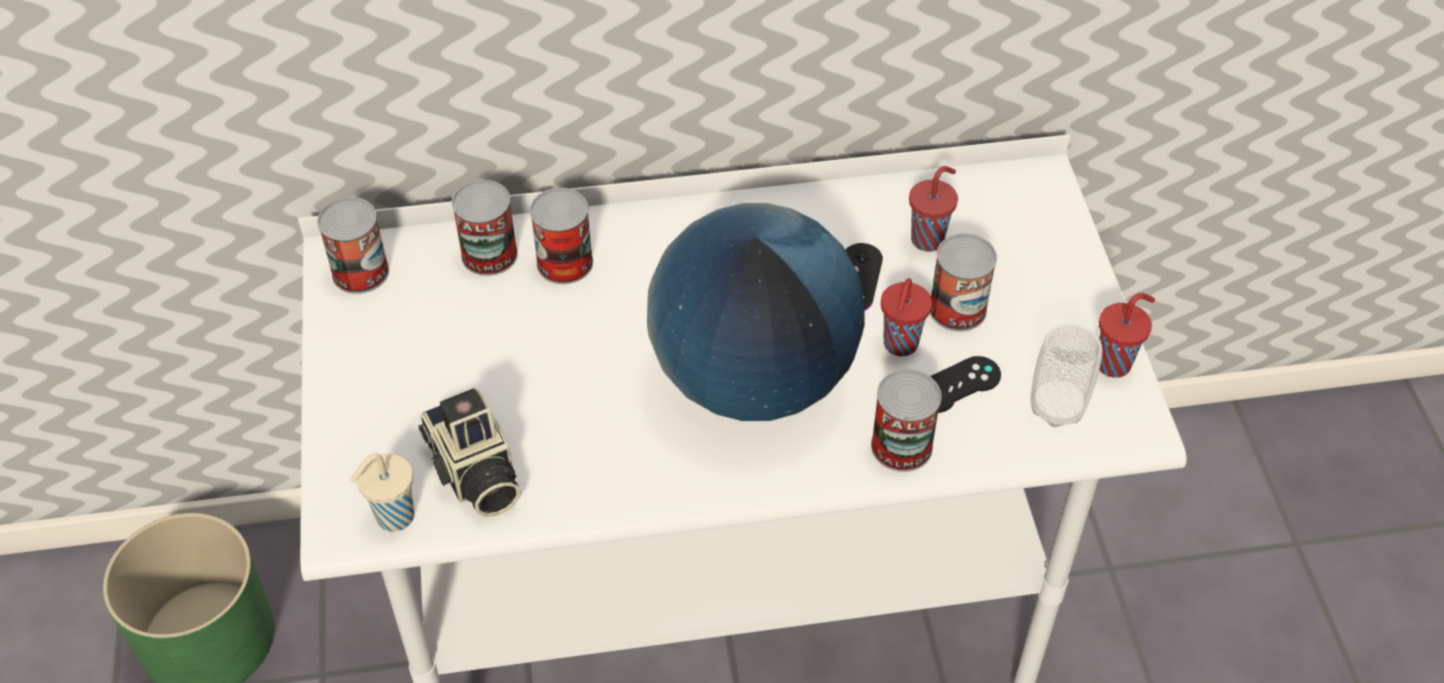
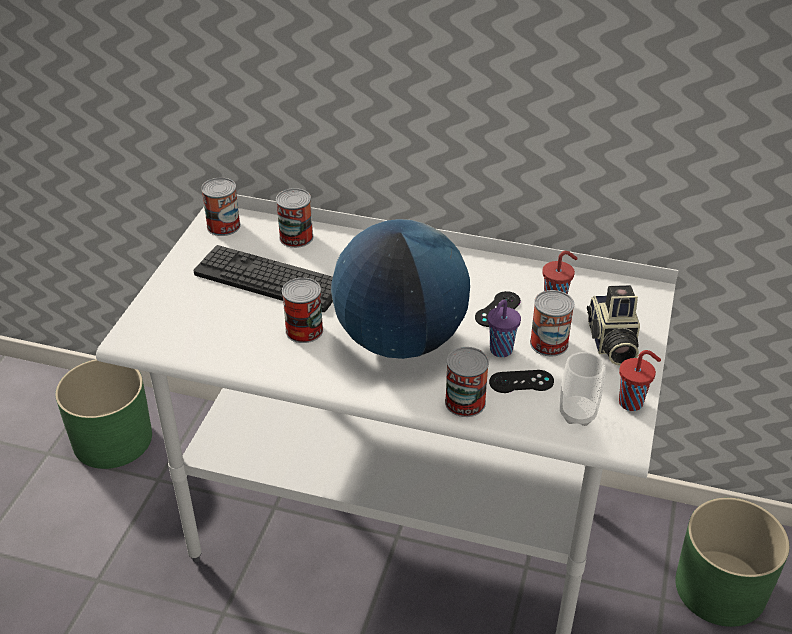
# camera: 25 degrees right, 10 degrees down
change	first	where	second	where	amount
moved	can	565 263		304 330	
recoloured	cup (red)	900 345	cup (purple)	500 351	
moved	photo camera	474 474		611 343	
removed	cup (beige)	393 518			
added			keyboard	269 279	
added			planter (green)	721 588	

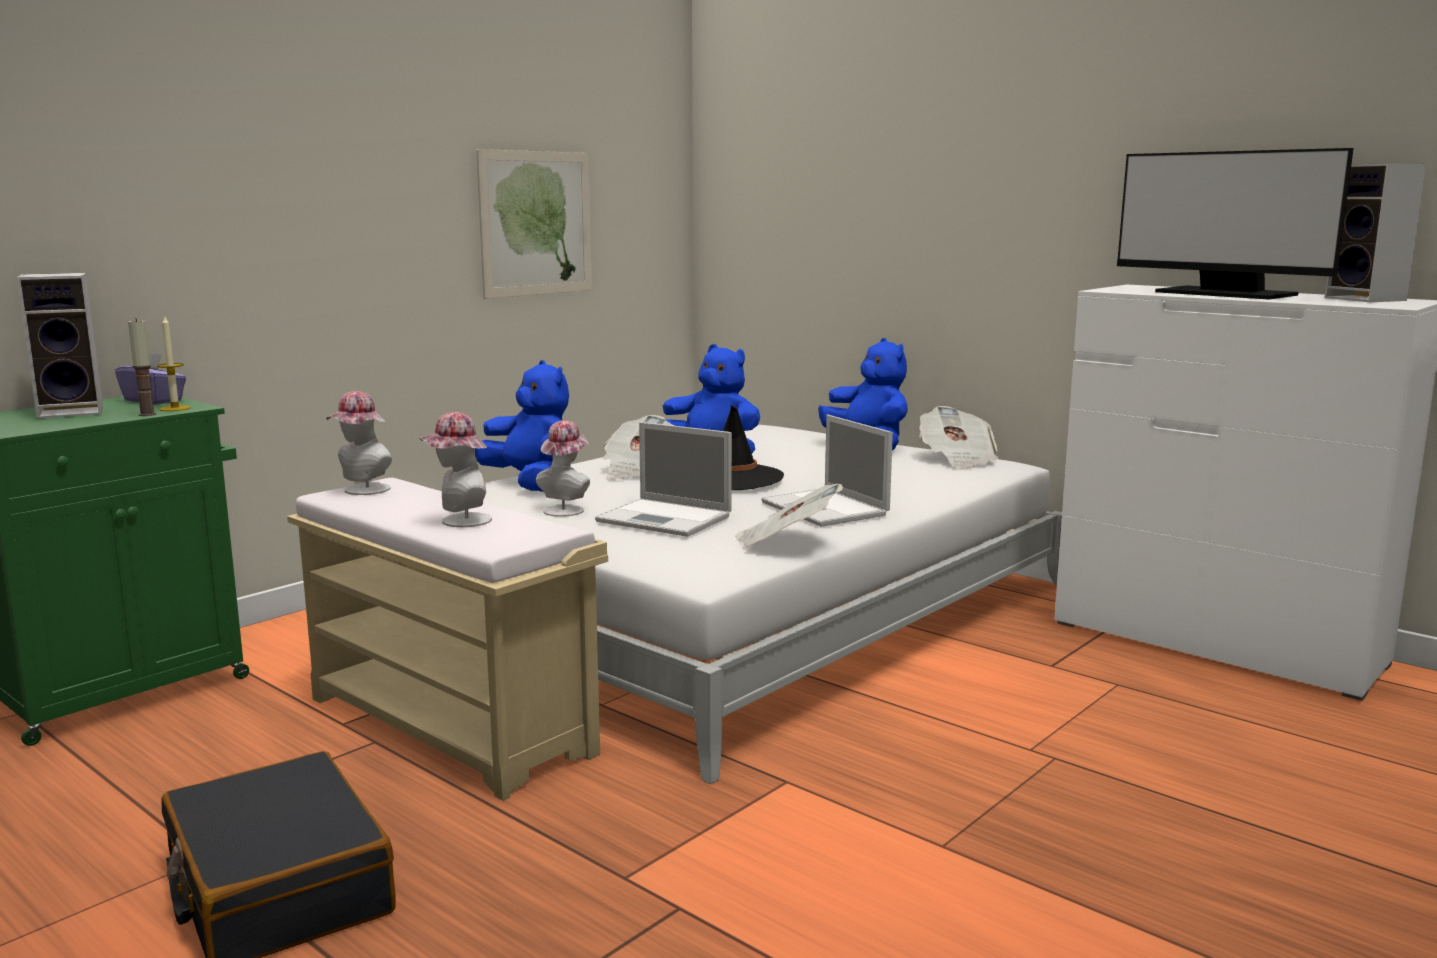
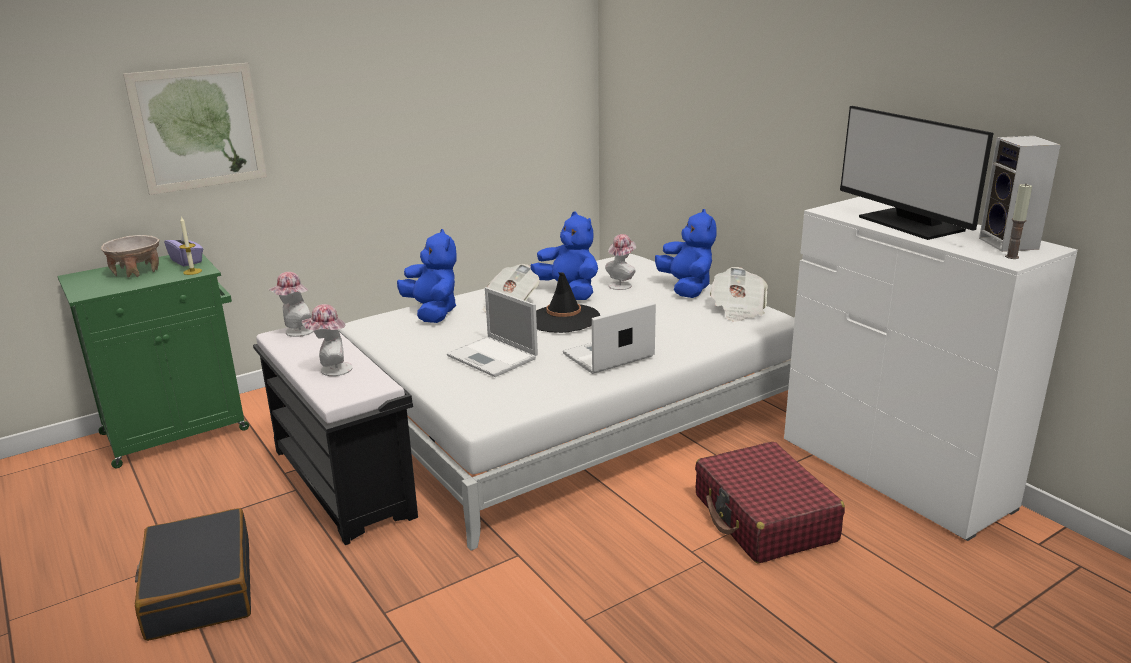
# camera: 15 degrees right, 10 degrees up
change	first	where	second	where	amount
moved	picture	536 223		198 128	
replaced	speaker	74 411	bowl (beige)	136 271	
moved	candle	147 414		1011 257	
turned	laptop	826 509		607 356	75 degrees clockwise
moved	hat	566 509		621 284	
recoloured	bench (beige)	452 725	bench (black)	344 483	
removed	newspaper	785 543			
added			suitcase (red)	764 518	

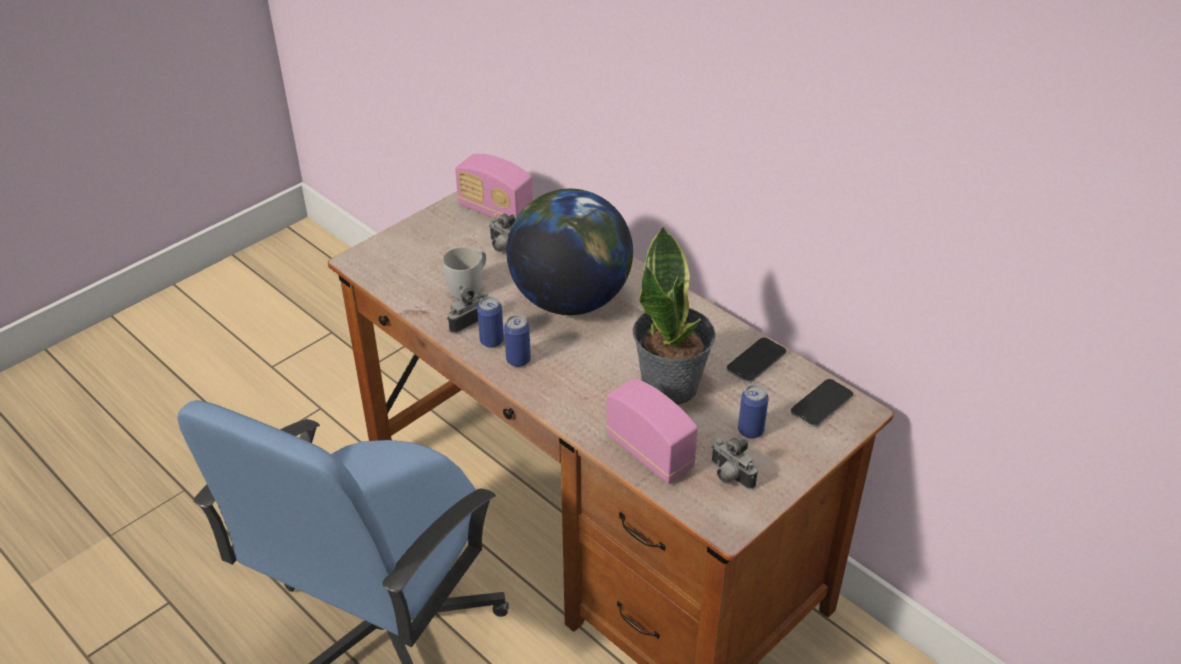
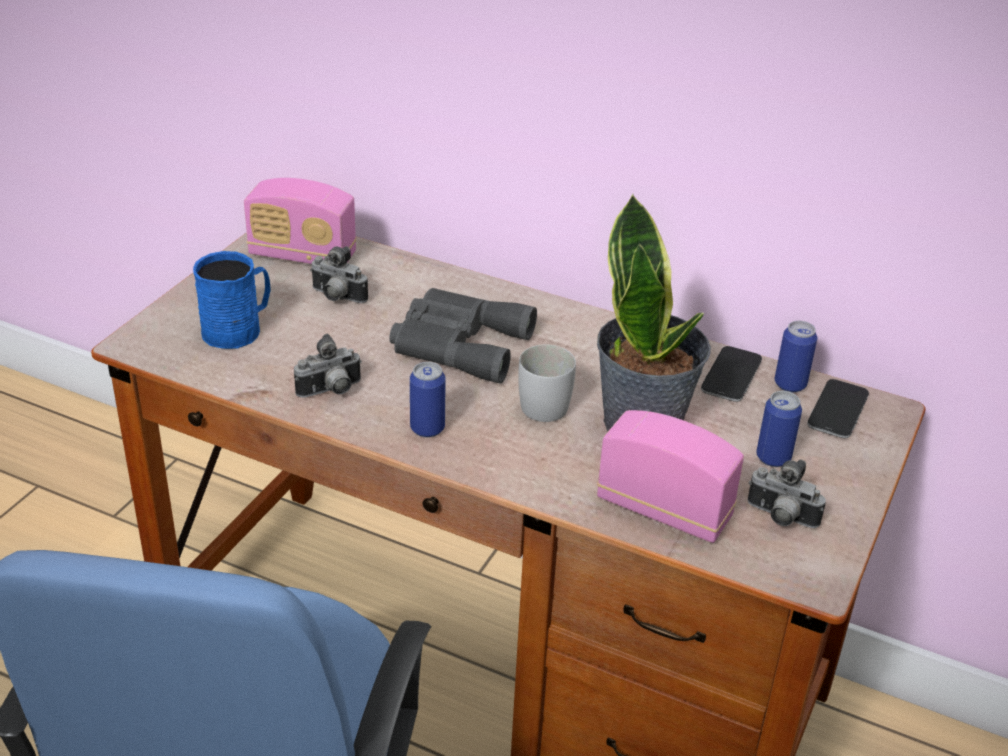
# camera: 20 degrees left, 5 degrees down
change	first	where	second	where	amount
replaced	globe	570 299	binoculars (grey)	457 343	
moved	mug (white)	469 286		547 402	
turned	photo camera	467 320		331 391	150 degrees counterclockwise
moved	can	492 341		790 384	
added			mug (blue)	238 329	

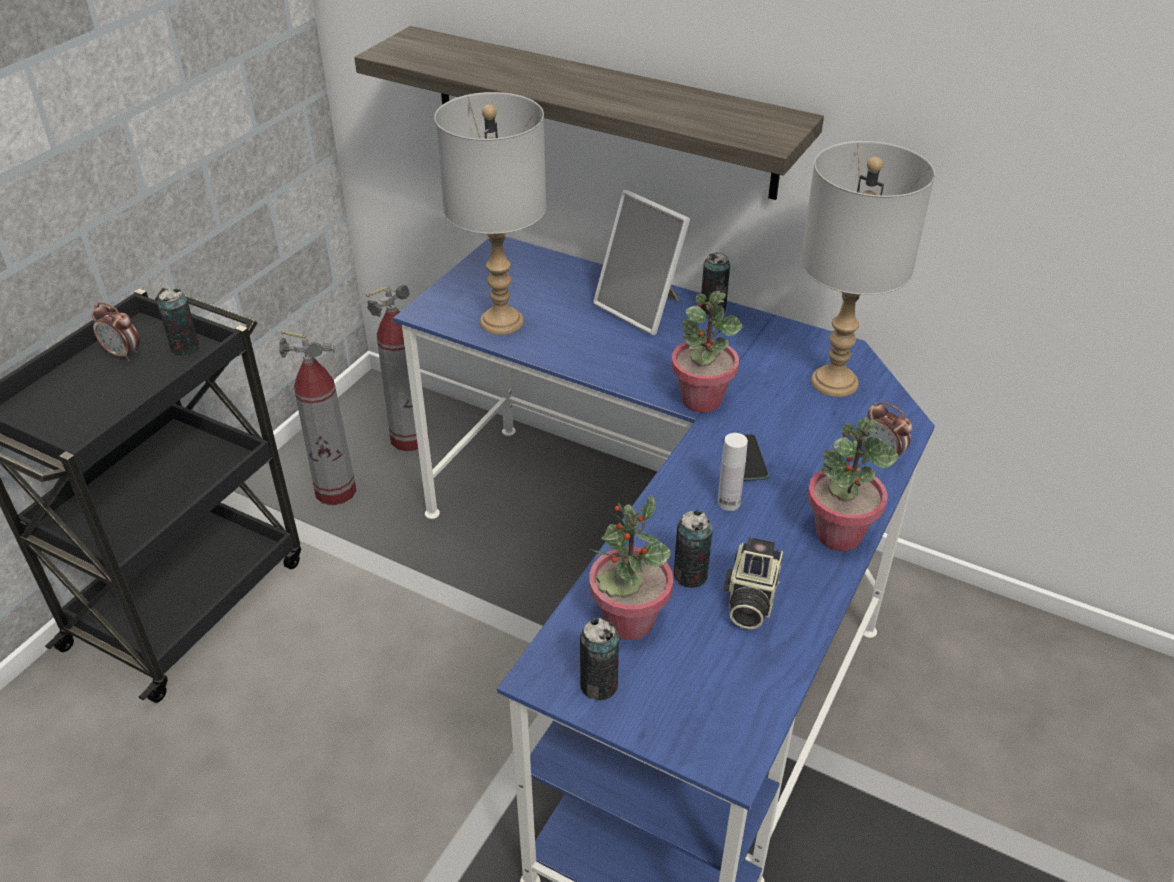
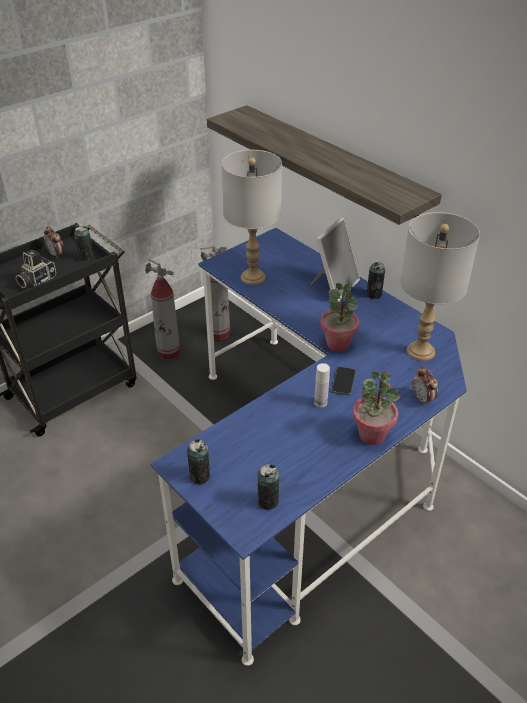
# camera: 20 degrees right, 0 degrees up
change	first	where	second	where	amount
turned	picture frame	642 309		333 286	120 degrees counterclockwise
removed	potted plant	628 621			
moved	can	690 575		268 501	
moved	photo camera	749 600		36 280	

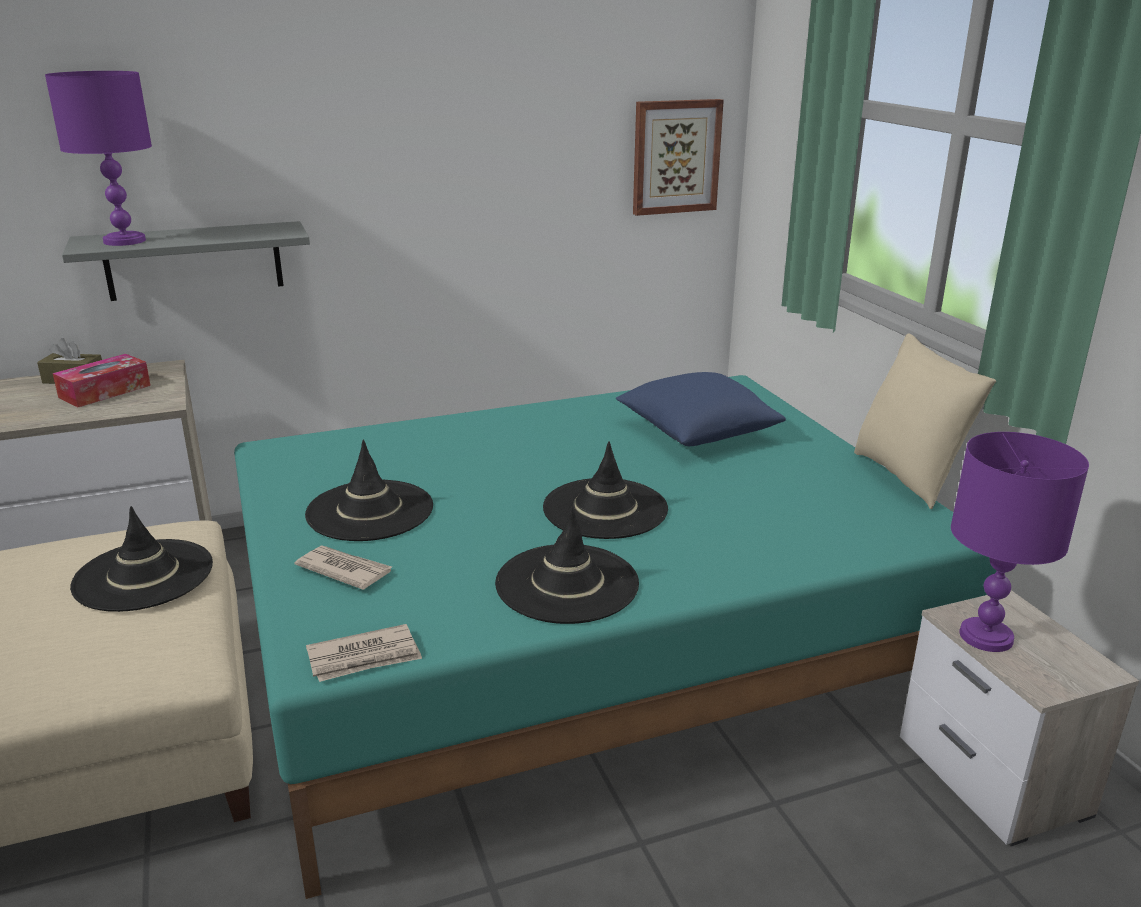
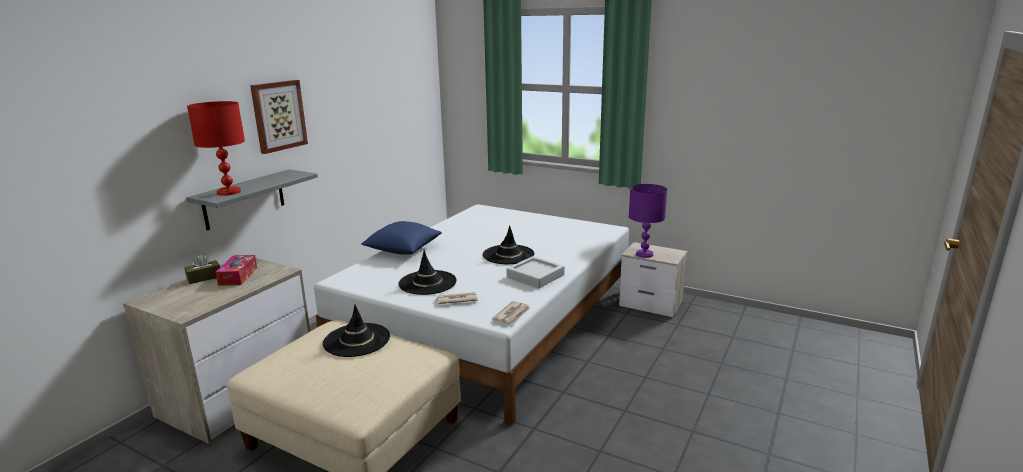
# camera: 40 degrees left, 5 degrees down
change	first	where	second	where	amount
recoloured	table lamp (purple)	125 241	table lamp (red)	229 192	
moved	picture	675 156		278 116	
removed	pillow (beige)	908 477			
moved	pillow (blue)	696 433		403 250	
recoloured	bed (turquoise)	581 640	bed (white)	490 322	
replaced	hat (black)	567 584	tray (grey)	535 276	

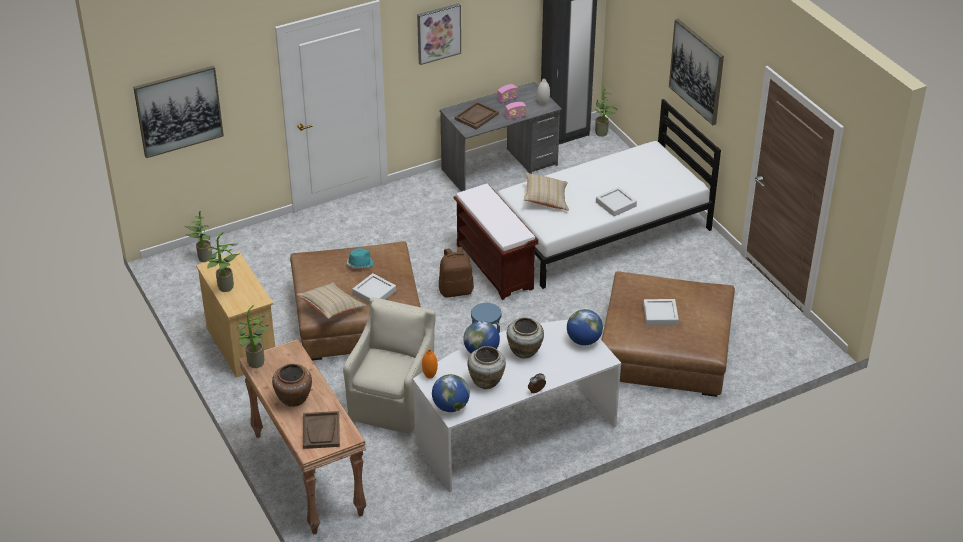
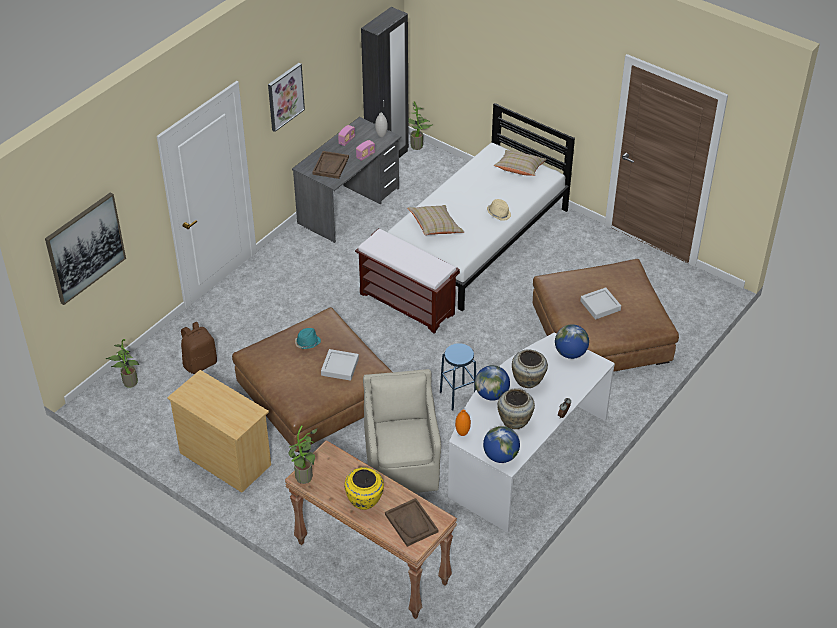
# camera: 25 degrees left, 5 degrees up
change	first	where	second	where	amount
removed	picture	697 71			
replaced	tray (grey)	616 204	hat (beige)	499 213	
removed	potted plant	225 289			
moved	backpack (brown)	456 290		200 363	
moved	pillow (beige)	331 308		519 170	
recoloured	vase (brown)	293 399	vase (yellow)	364 501	

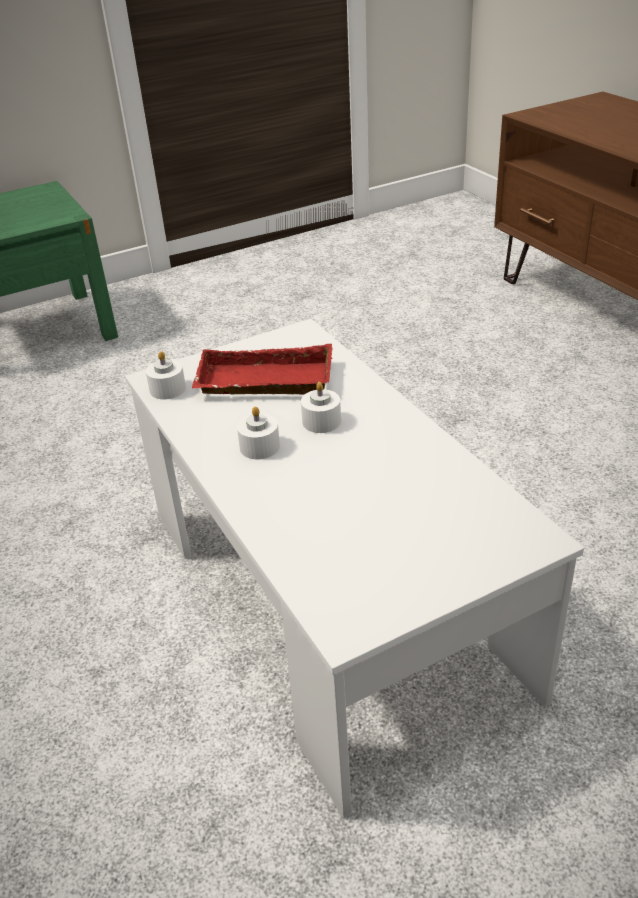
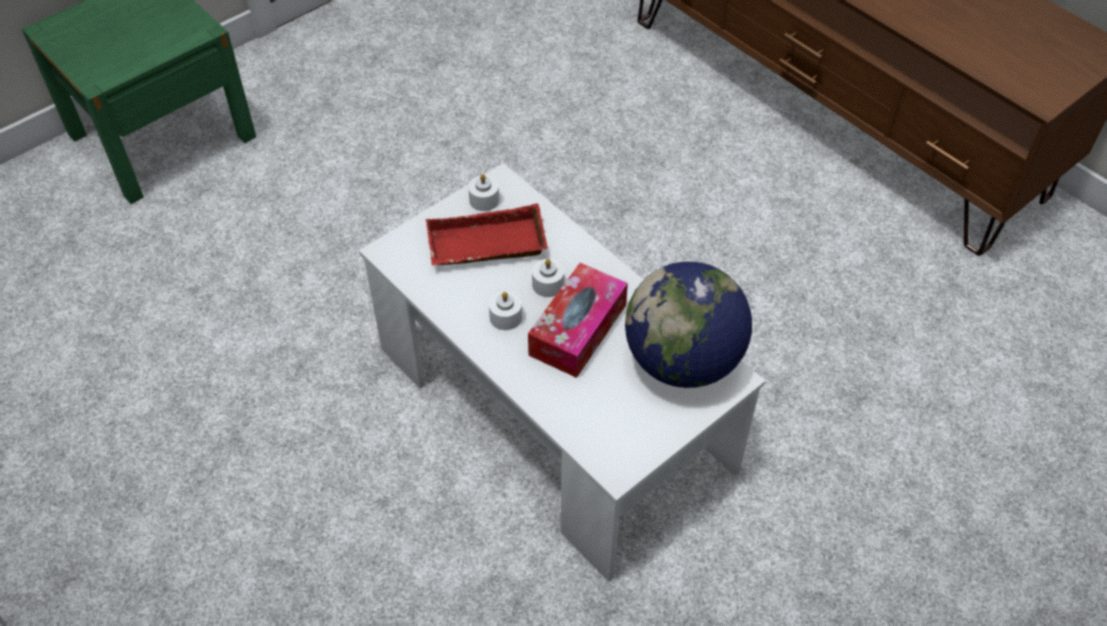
# camera: 15 degrees left, 15 degrees up
change	first	where	second	where	amount
moved	candle (white)	167 389		484 200	
added			globe	683 361	
added			tissue box	578 330	

